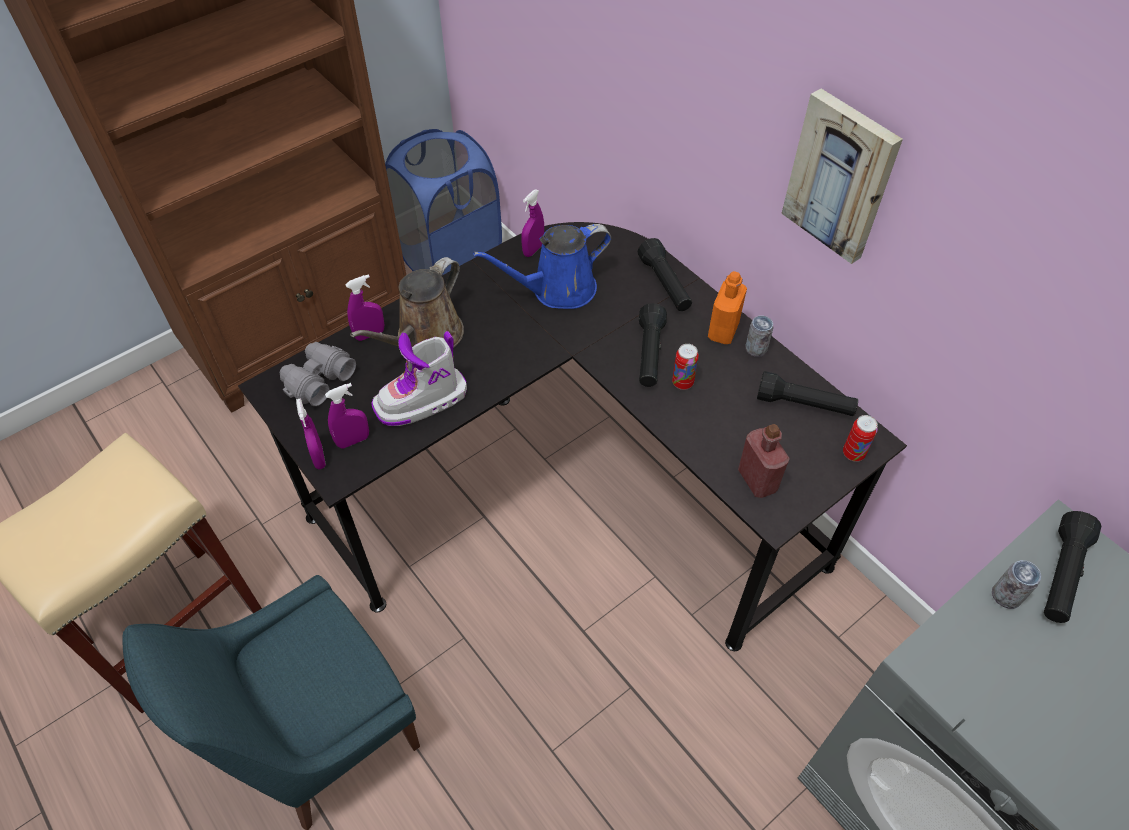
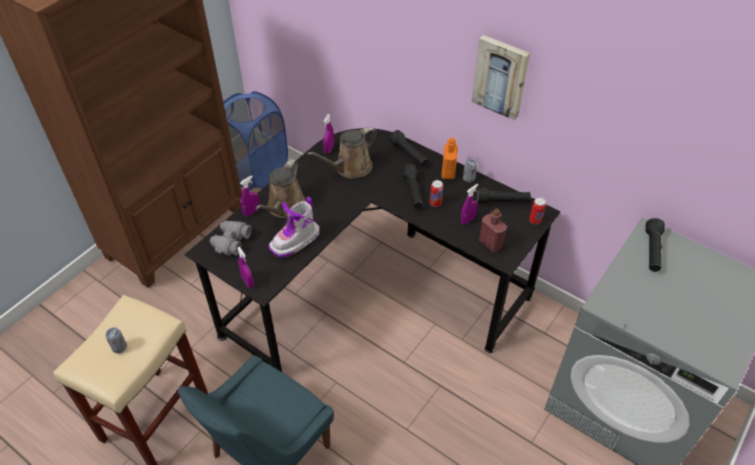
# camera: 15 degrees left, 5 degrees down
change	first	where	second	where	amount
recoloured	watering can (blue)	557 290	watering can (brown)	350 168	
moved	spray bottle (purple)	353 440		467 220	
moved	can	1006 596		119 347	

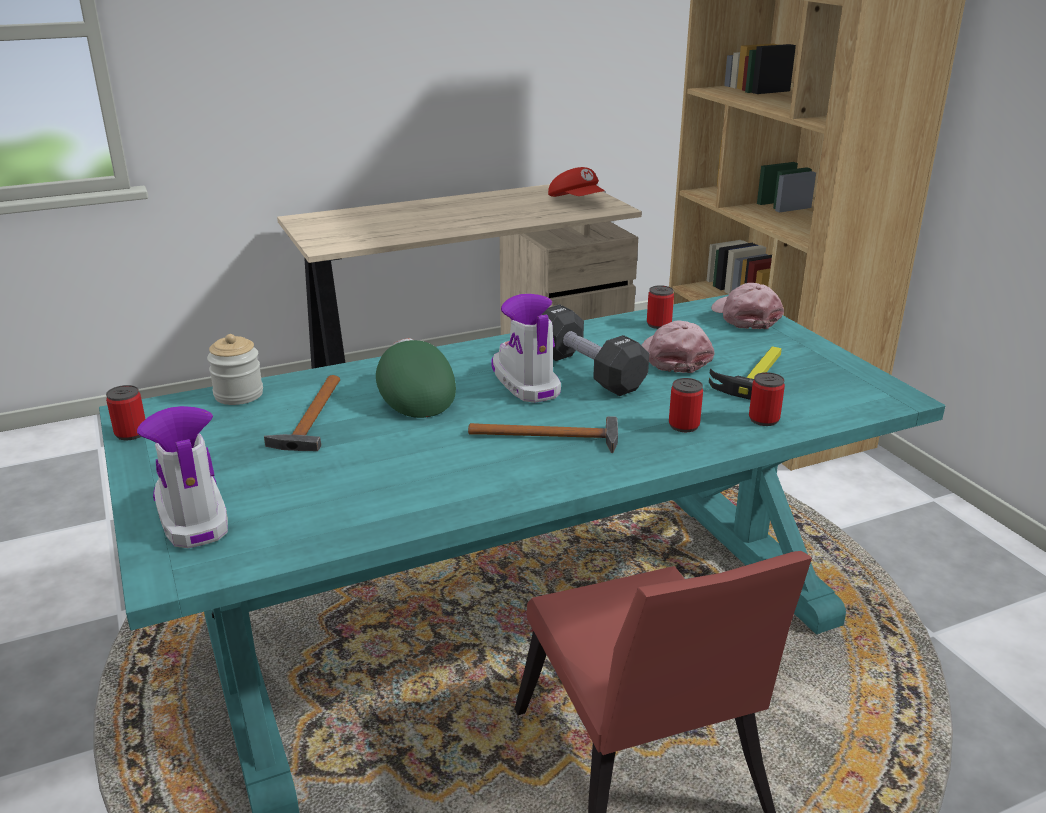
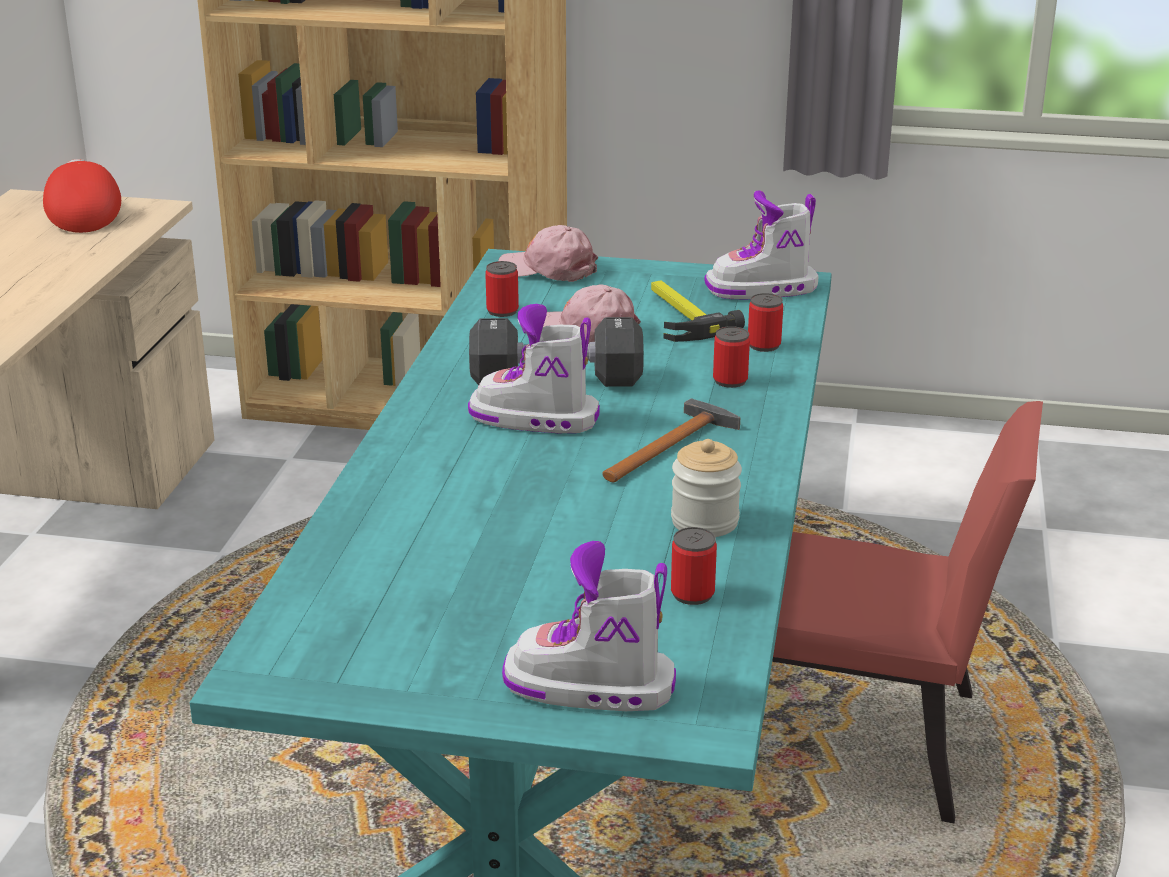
# camera: 55 degrees left, 0 degrees up
change	first	where	second	where	amount
turned	cap (red)	577 201		83 217	105 degrees counterclockwise
moved	jar	239 395		704 521	
removed	cap (green)	412 396			
removed	hammer	311 418			
moved	can	131 433		692 594	
added			boot	762 289	

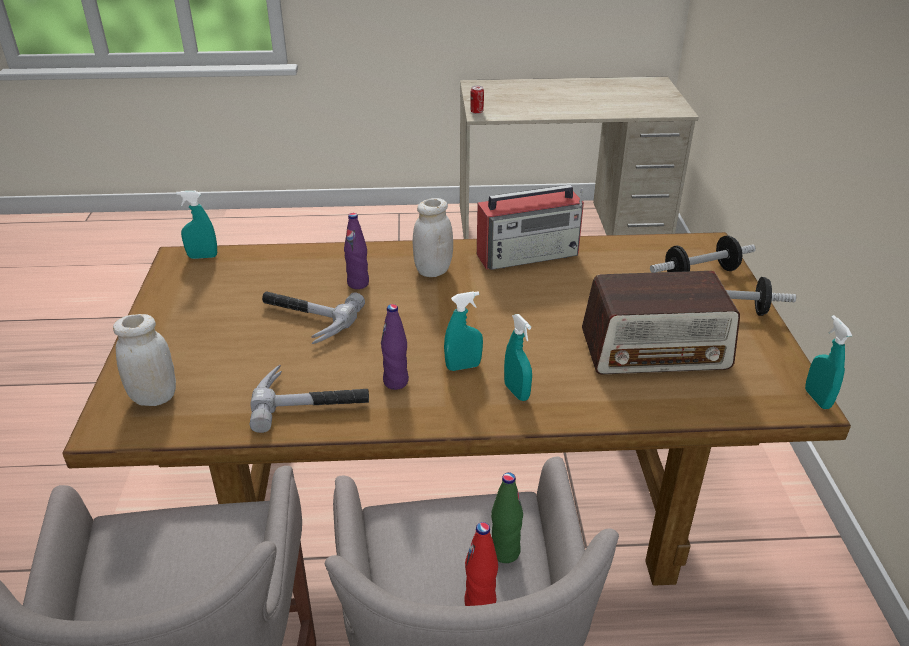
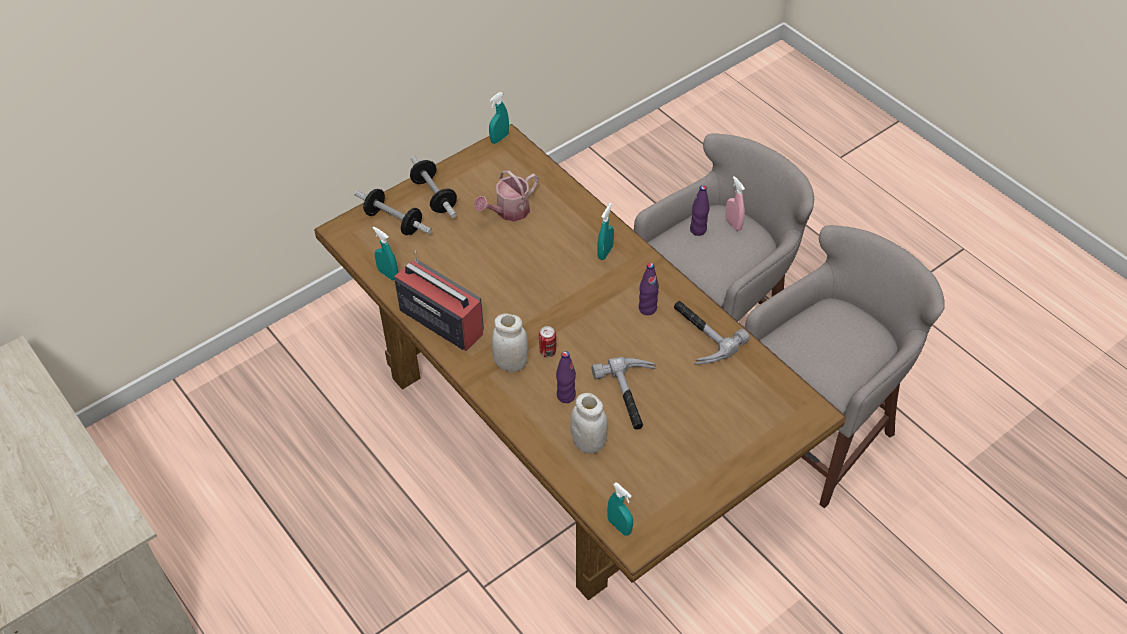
# camera: 125 degrees left, 15 degrees up
change	first	where	second	where	amount
moved	can	476 112		547 352	
replaced	radio	655 350	watering can	509 212	
moved	spray bottle (turquoise)	463 366		388 274	
moved	jar (white)	154 397		588 443	
recoloured	bottle (green)	505 552	bottle (purple)	698 230	
replaced	bottle (red)	480 603	spray bottle (pink)	733 224	

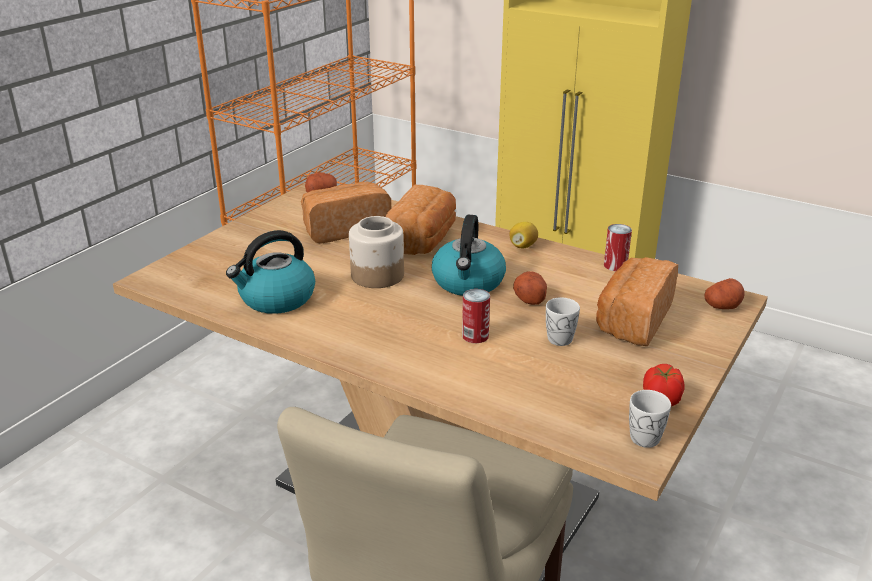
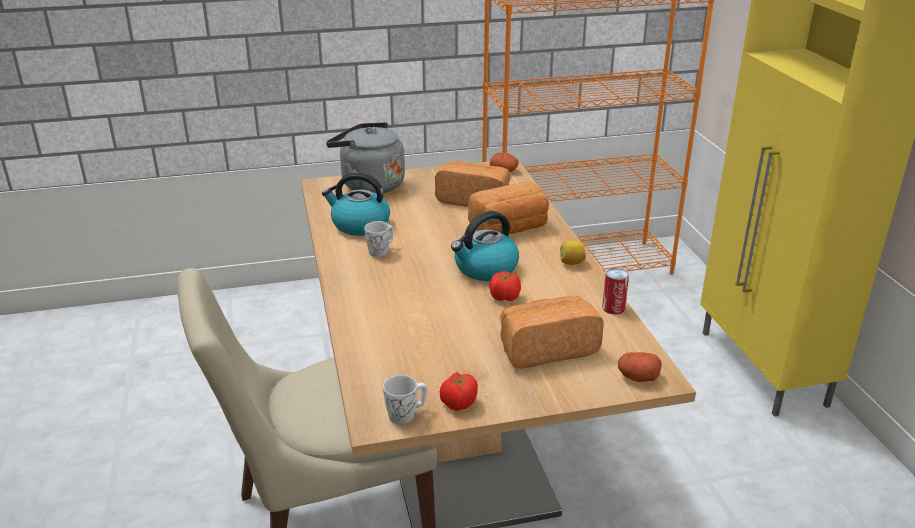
# camera: 45 degrees right, 0 degrees up
change	first	where	second	where	amount
removed	jar	377 276			
replaced	potato	529 298	tomato	505 297	
removed	can	475 336			
moved	mug (white)	558 336		381 251	
added			kettle (grey)	369 185	

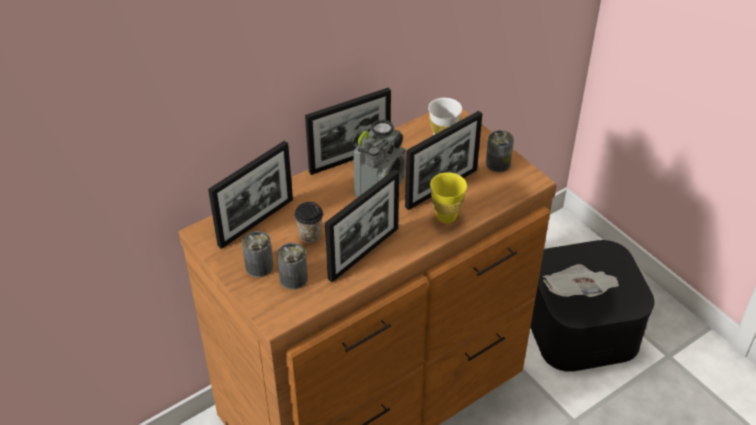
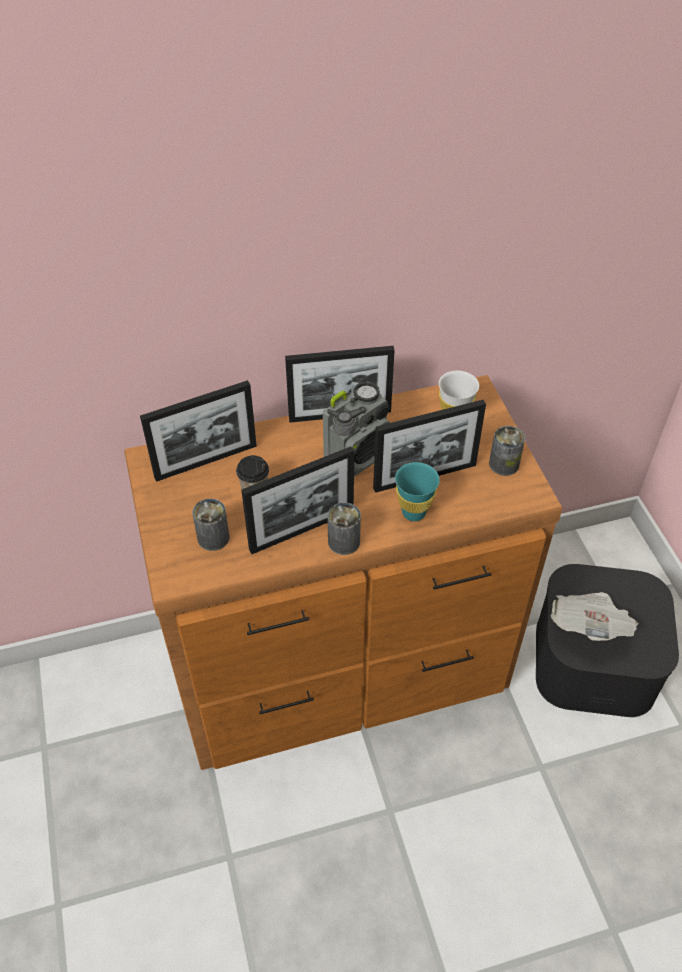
# camera: 20 degrees right, 5 degrees up
change	first	where	second	where	amount
recoloured	cup (yellow)	446 217	cup (turquoise)	414 512	
moved	can	259 266		344 541	

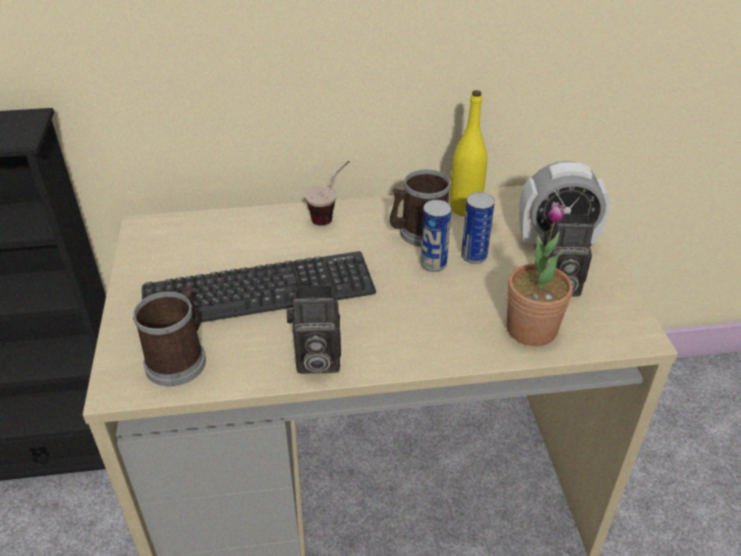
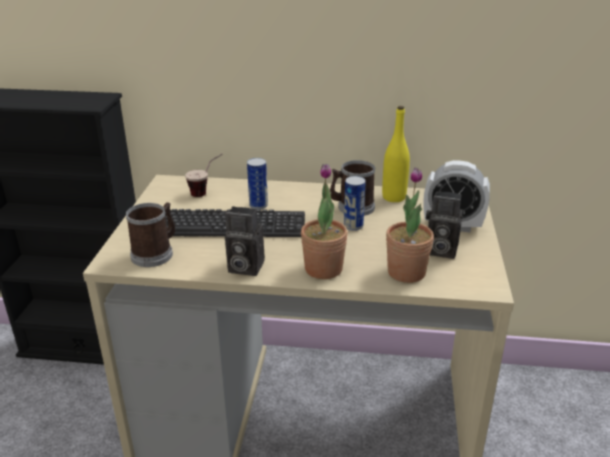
# camera: 15 degrees right, 10 degrees down
change	first	where	second	where	amount
moved	cup	330 214		206 192	
moved	can	474 256		258 205	
added			potted plant	323 269	

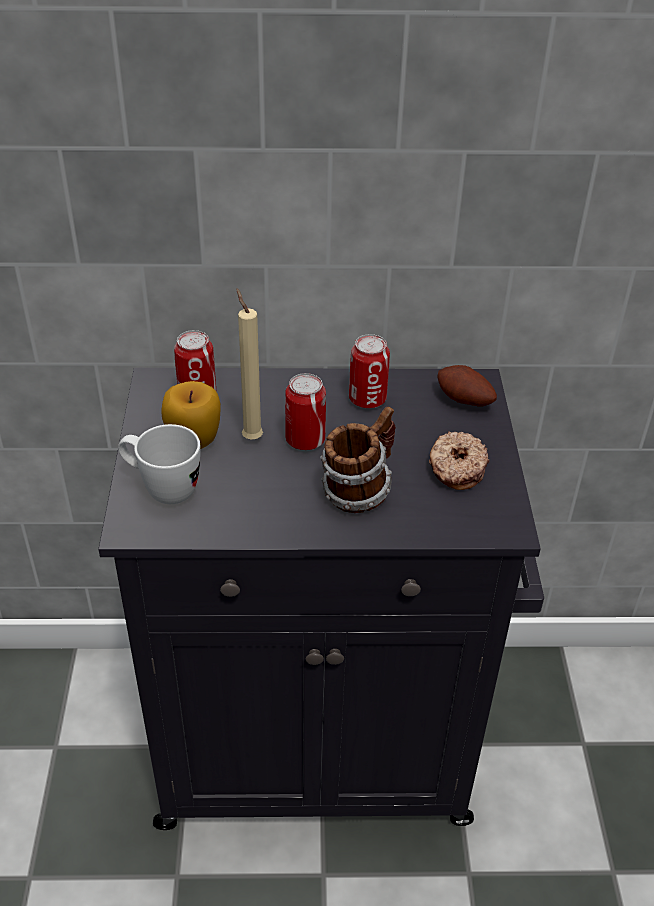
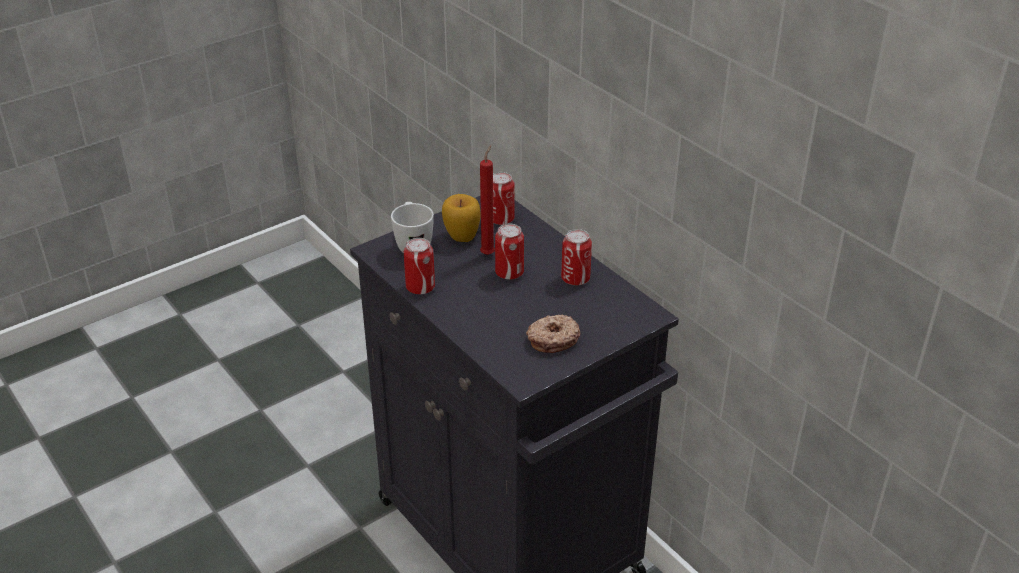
# camera: 55 degrees right, 5 degrees down
change	first	where	second	where	amount
recoloured	candle (beige)	251 437	candle (red)	488 253	
removed	potato	463 401			
removed	mug	358 490			
added			can	420 287	

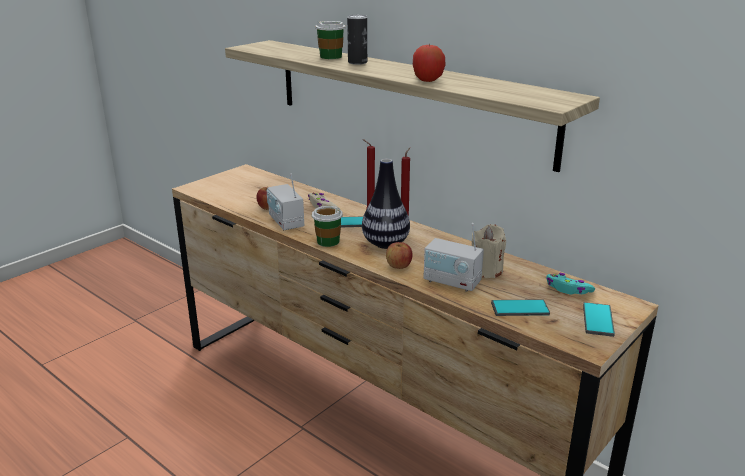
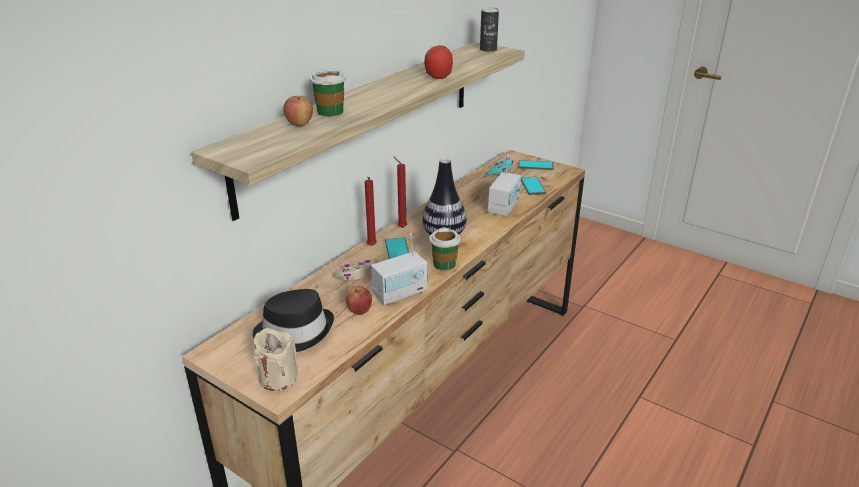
# camera: 95 degrees left, 5 degrees up
change	first	where	second	where	amount
moved	can	357 62		488 49	
moved	candle (beige)	486 270		278 378	
moved	apple	399 266		299 124	
added			hat (black)	294 332	

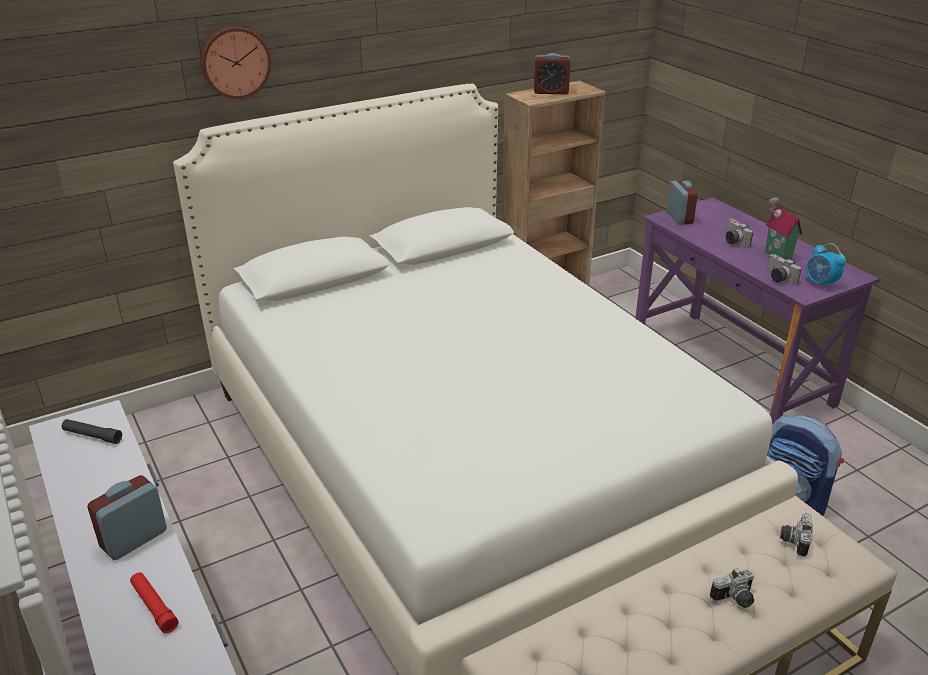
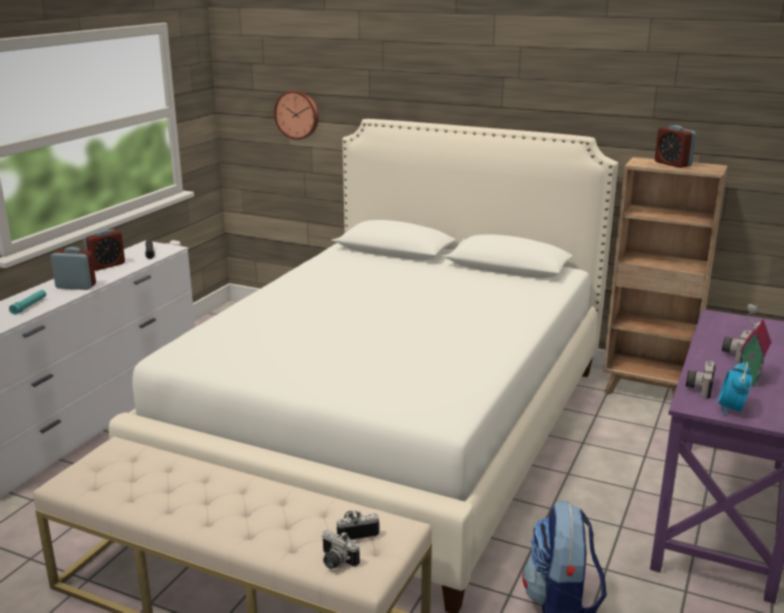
# camera: 55 degrees right, 10 degrees down
change	first	where	second	where	amount
moved	wall clock	234 62		297 114	
moved	alarm clock	679 218		106 265	
moved	photo camera	735 599		335 562	
recoloured	flashlight (red)	154 607	flashlight (turquoise)	29 306	

